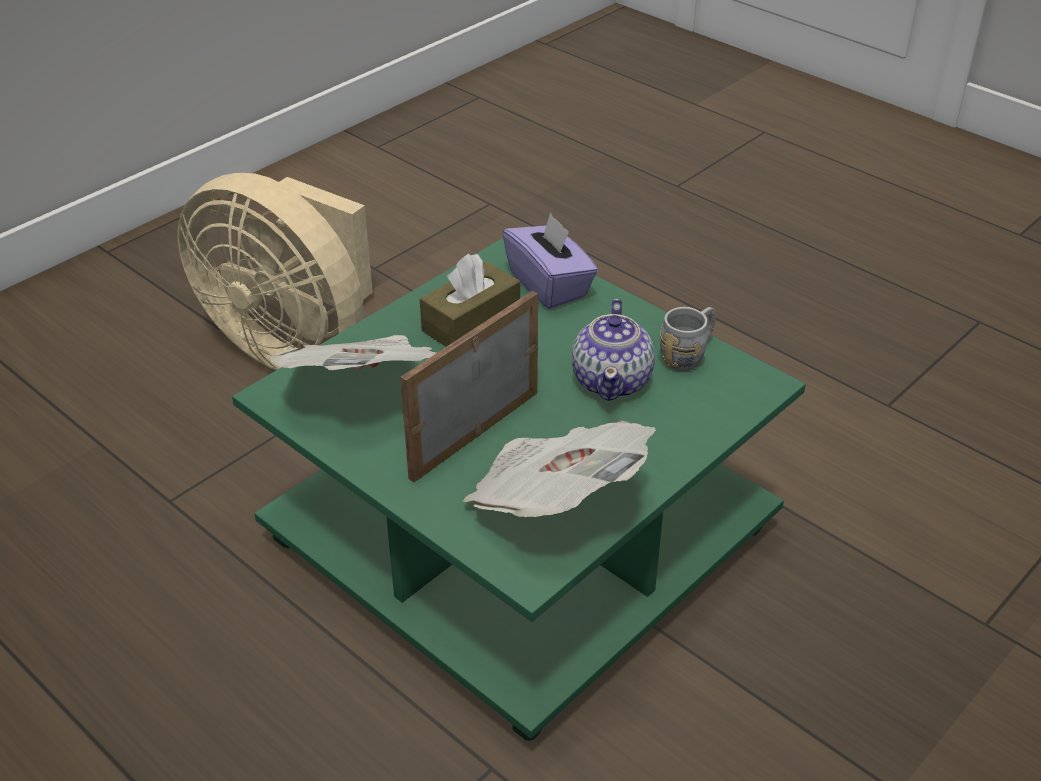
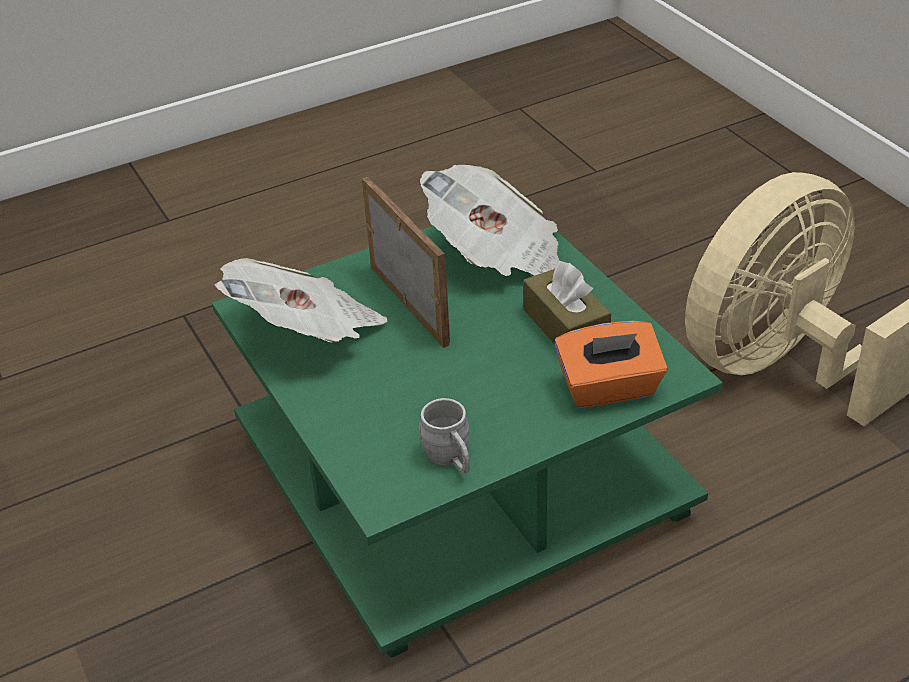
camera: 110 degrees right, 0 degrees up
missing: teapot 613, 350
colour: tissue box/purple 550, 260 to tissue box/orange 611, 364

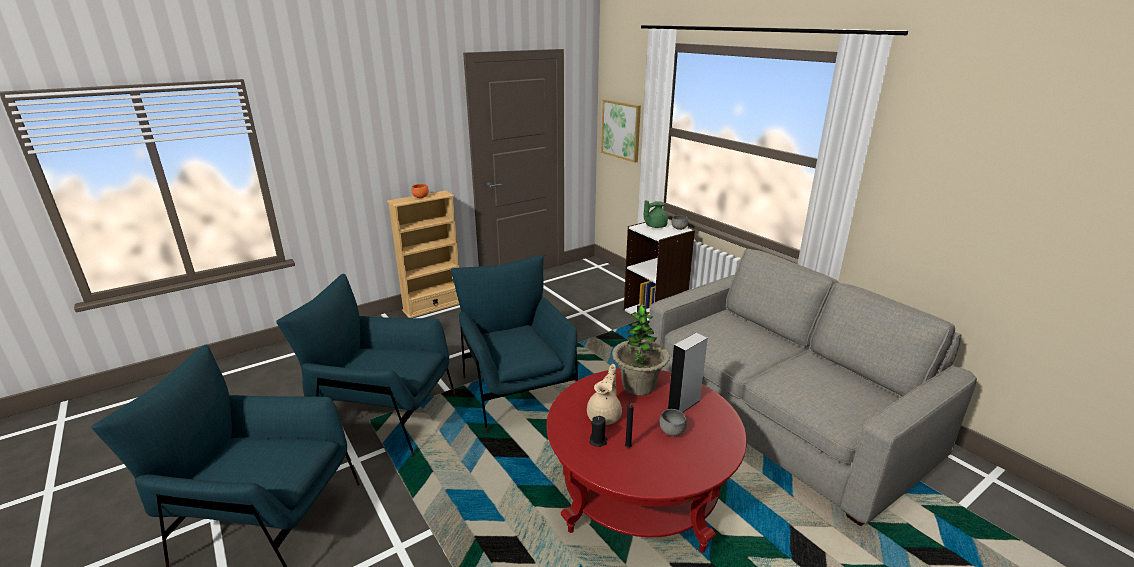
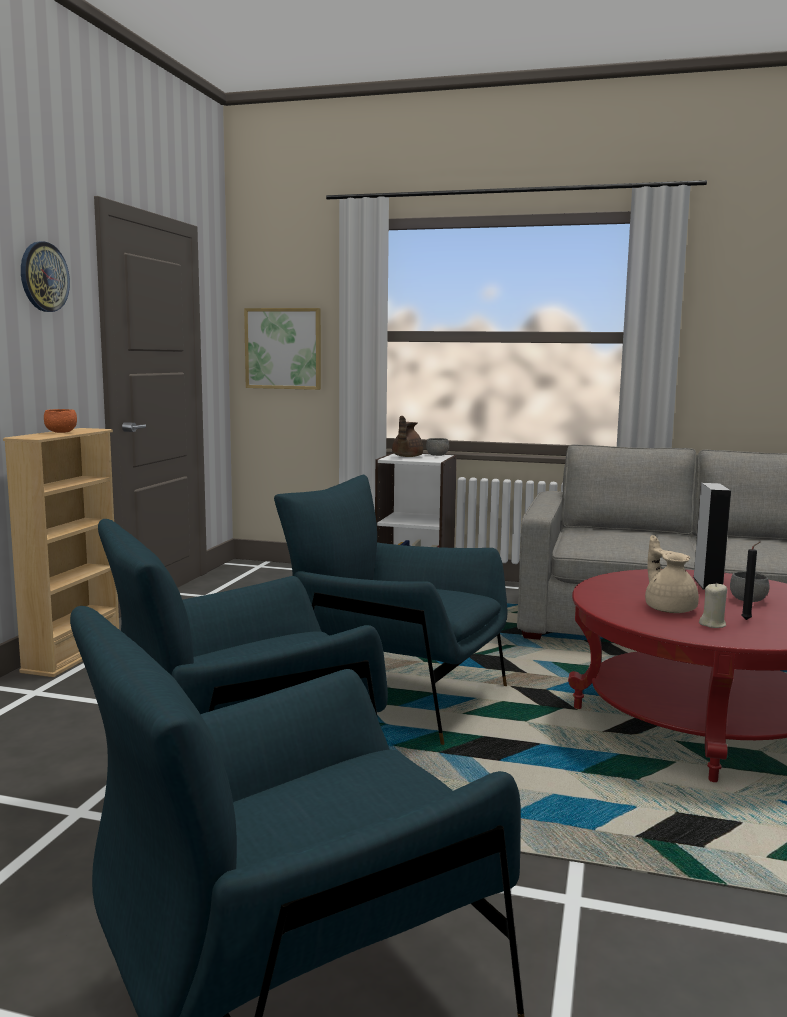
camera: 40 degrees left, 15 degrees down
missing: potted plant 641, 350
appeared: wall clock 45, 276
colour: teapot/green 656, 214 to teapot/brown 407, 436; candle/black 598, 431 to candle/beige 713, 605

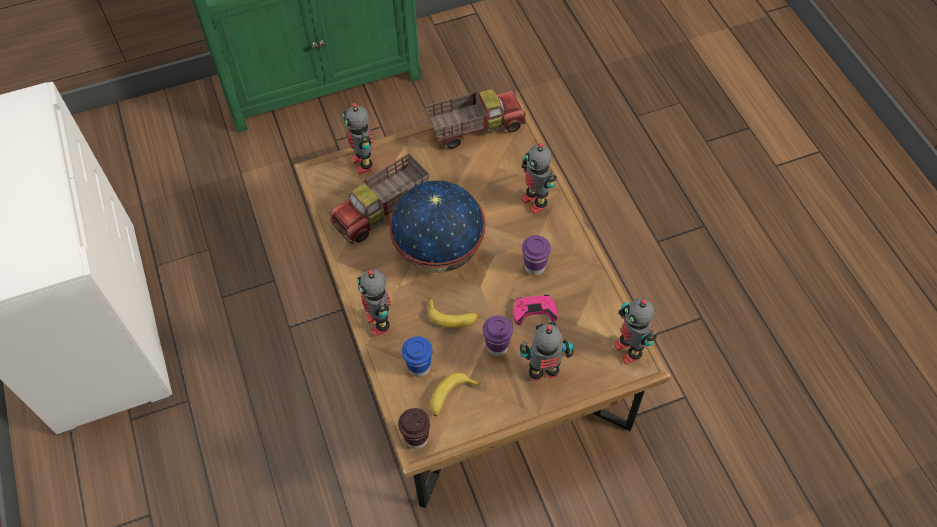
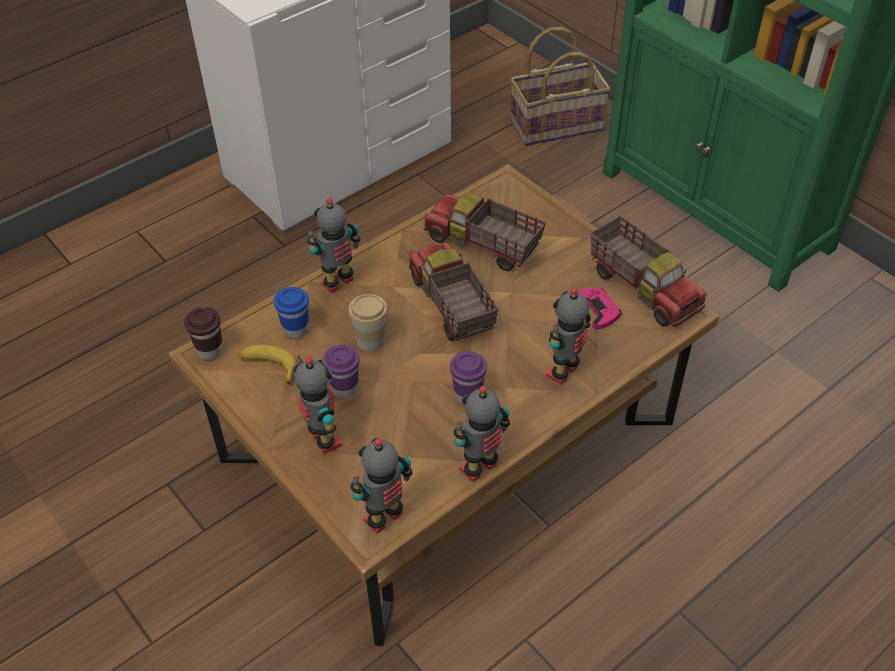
camera: 70 degrees right, 10 degrees down
appeared: basket 560, 86
relocated: toy robot 358, 139 to 482, 434; game controller/pink 536, 310 to 600, 308
exchanged: banana 454, 313 to cup 368, 322; globe 437, 227 to toy truck 453, 291

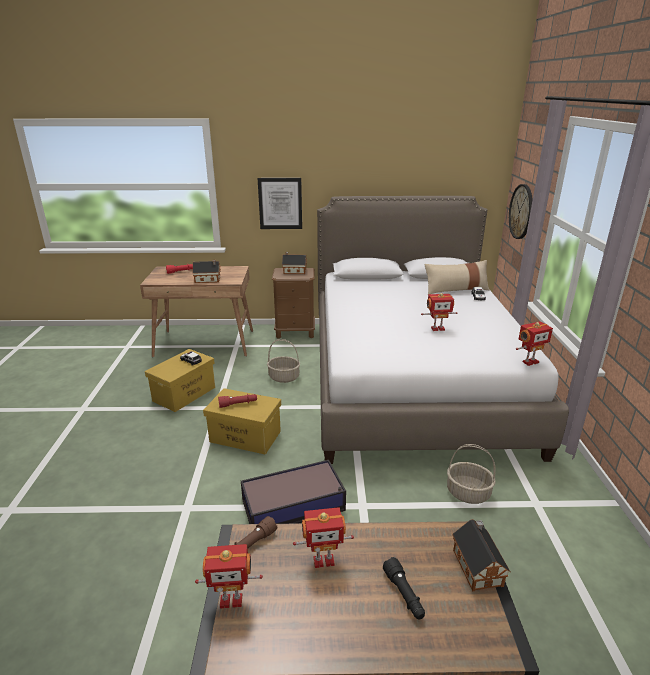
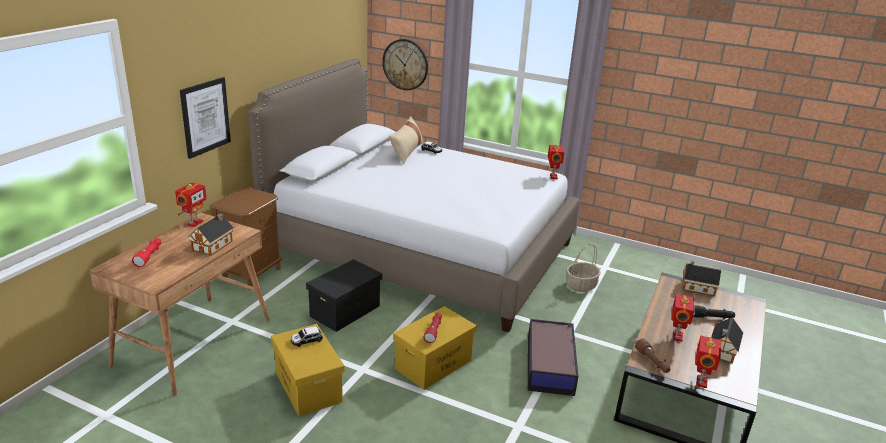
camera: 65 degrees left, 0 degrees up
relocated: toy robot 439, 312 to 191, 205; toy house 294, 263 to 727, 341
exchanged: basket 283, 361 to storage box/black 344, 295

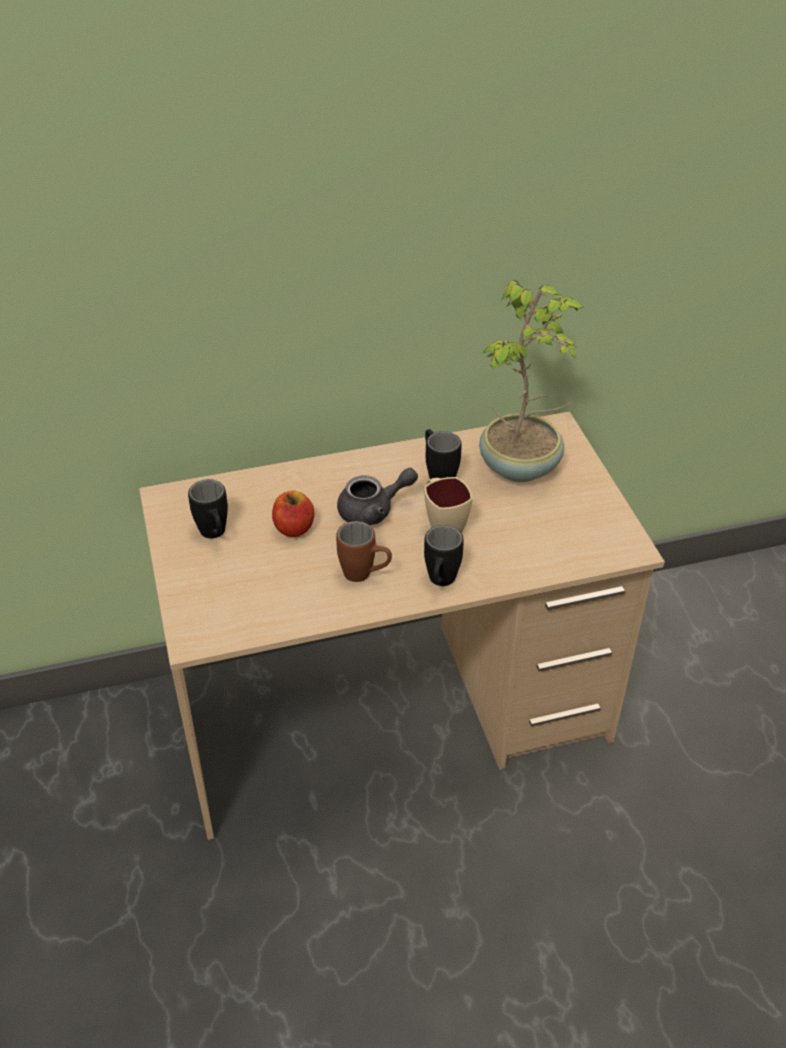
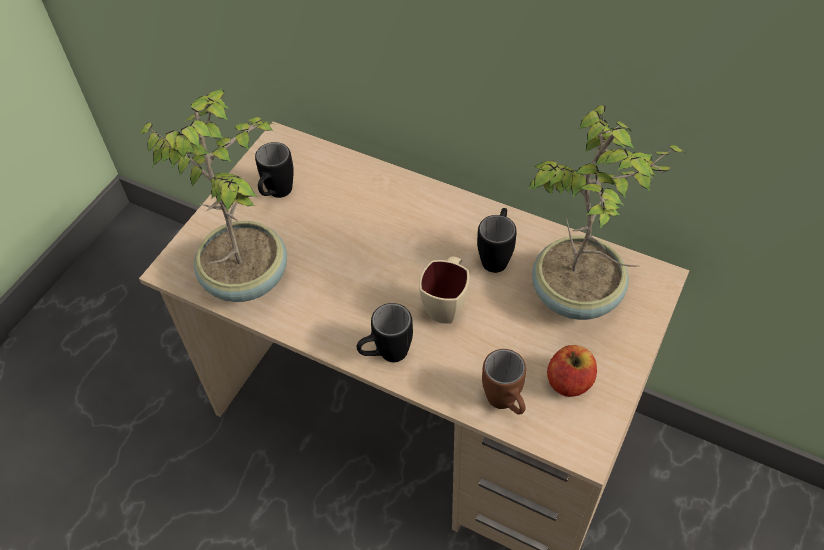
camera: 45 degrees right, 10 degrees up
missing: teapot/grey 377, 496
appeared: potted plant 213, 195
relocated: mug/brown 364, 551 to 504, 382; apple 293, 513 to 572, 371

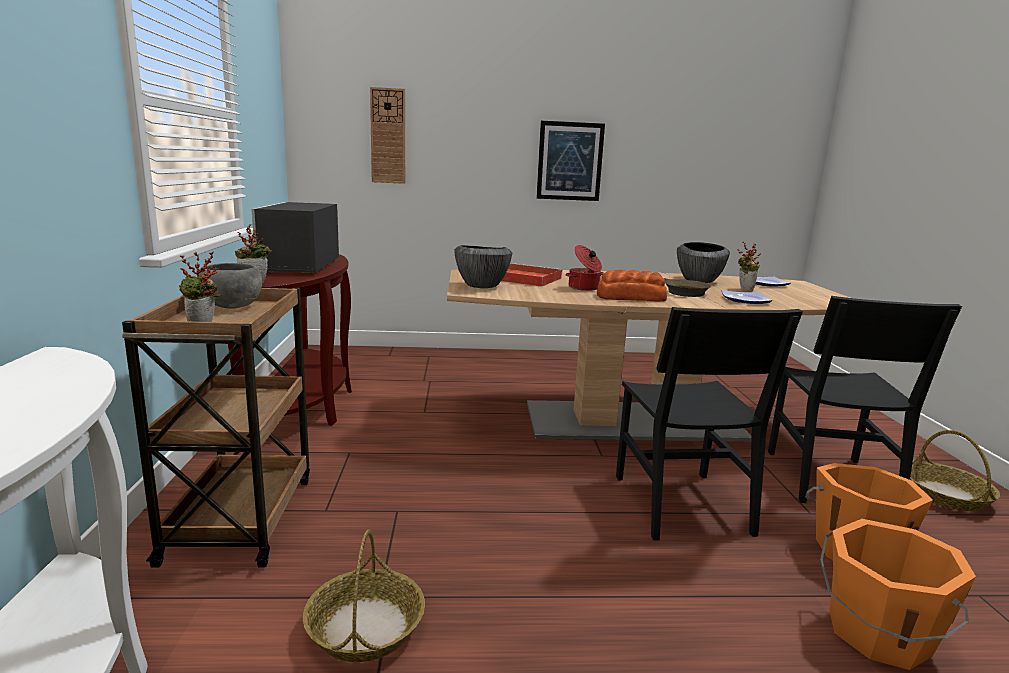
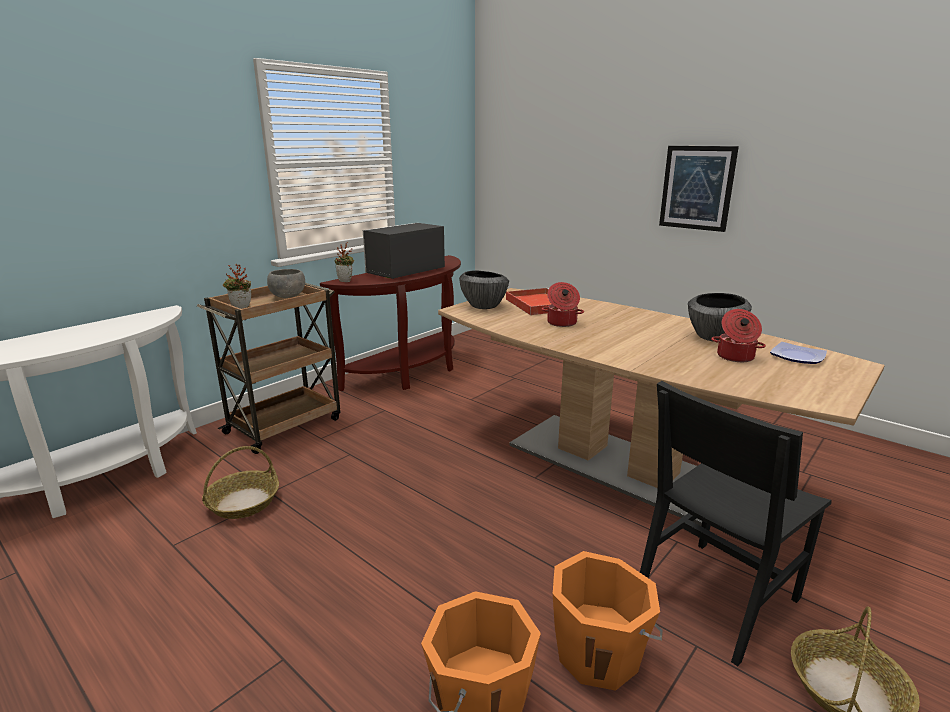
camera: 45 degrees right, 5 degrees up
missing: wall clock 387, 135; bread 632, 285; chair/black 709, 424; frying pan/brown 687, 287; plate 747, 297
exchanged: potted plant 749, 266 to cooking pot 738, 335

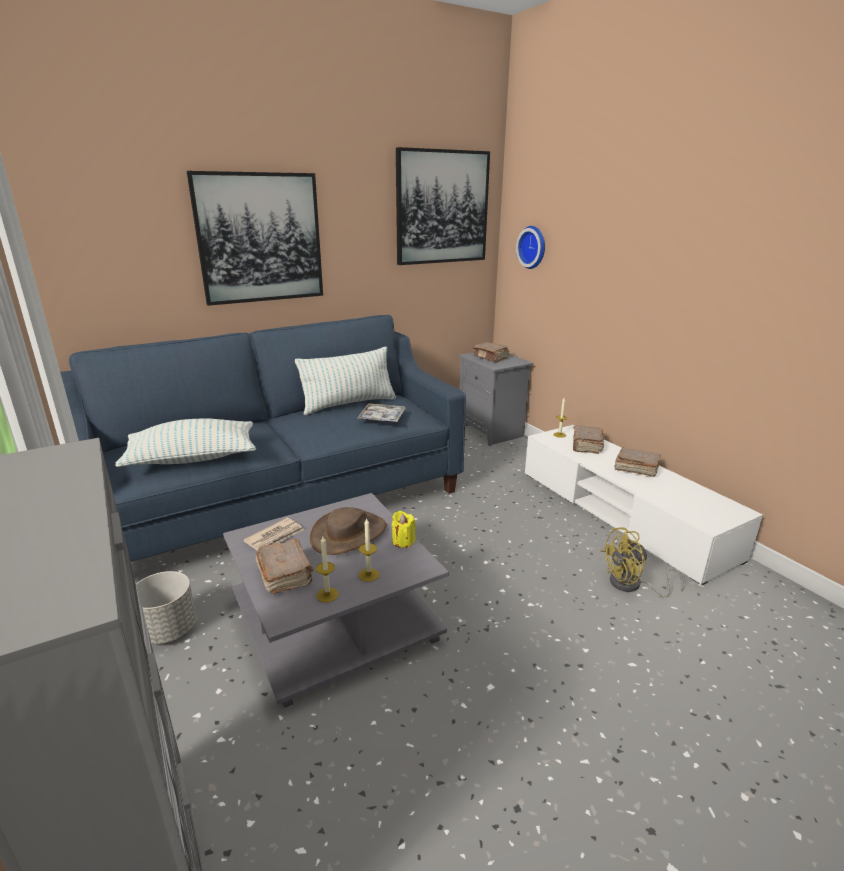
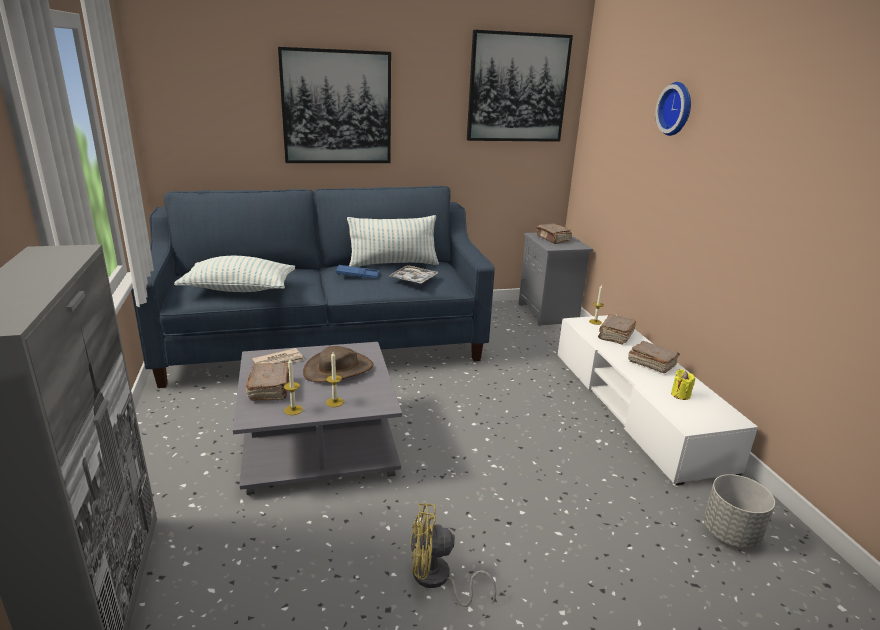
camera: 15 degrees right, 0 degrees up
appeared: tray/blue 357, 272
relocated: fan/yellow 642, 562 to 453, 555; wall clock 530, 247 to 673, 109; candle/yellow 404, 529 to 683, 384; planter/grey 166, 607 to 739, 511

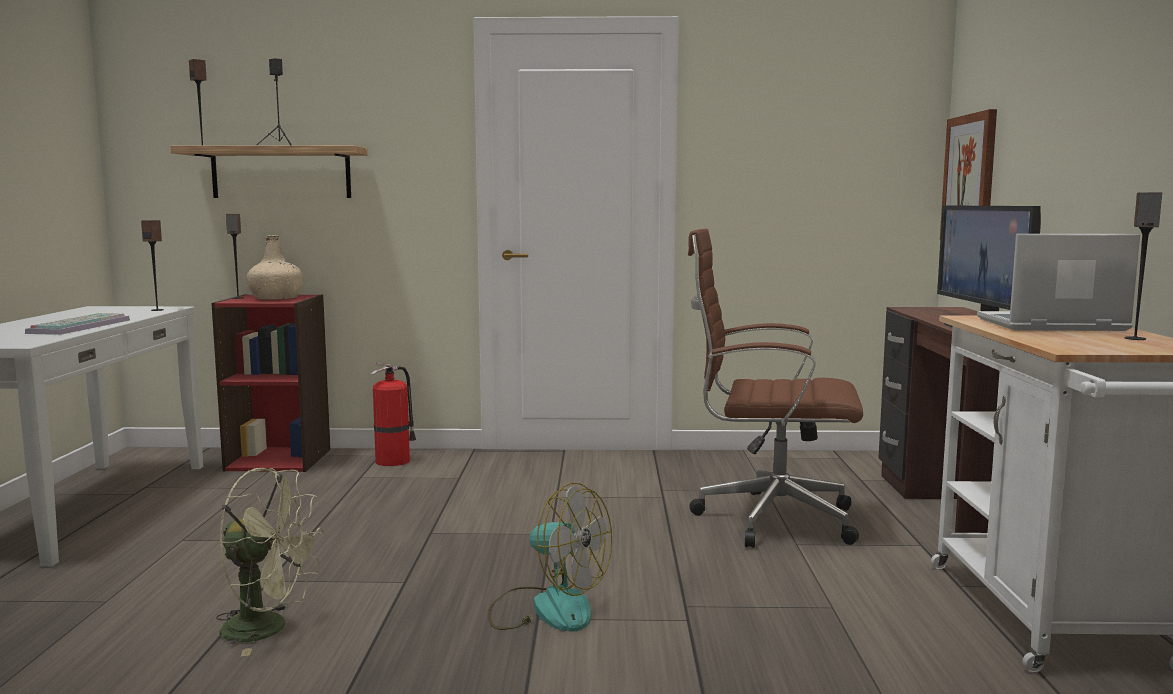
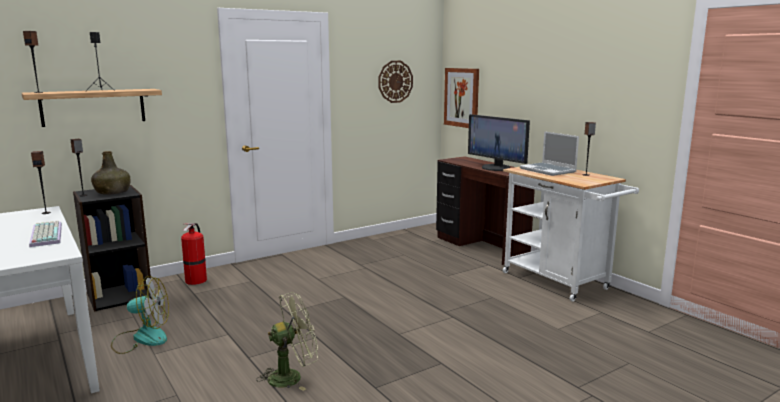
camera: 35 degrees left, 5 degrees up
missing: office chair/brown 775, 388
appeared: wall clock 396, 82
relocated: fan 549, 557 to 140, 315
colour: bookcase/red 271, 383 to bookcase/black 112, 248; bottle/beige 275, 267 to bottle/green 111, 173
spun: laptop 1058, 282 = 549, 153 90 degrees counterclockwise

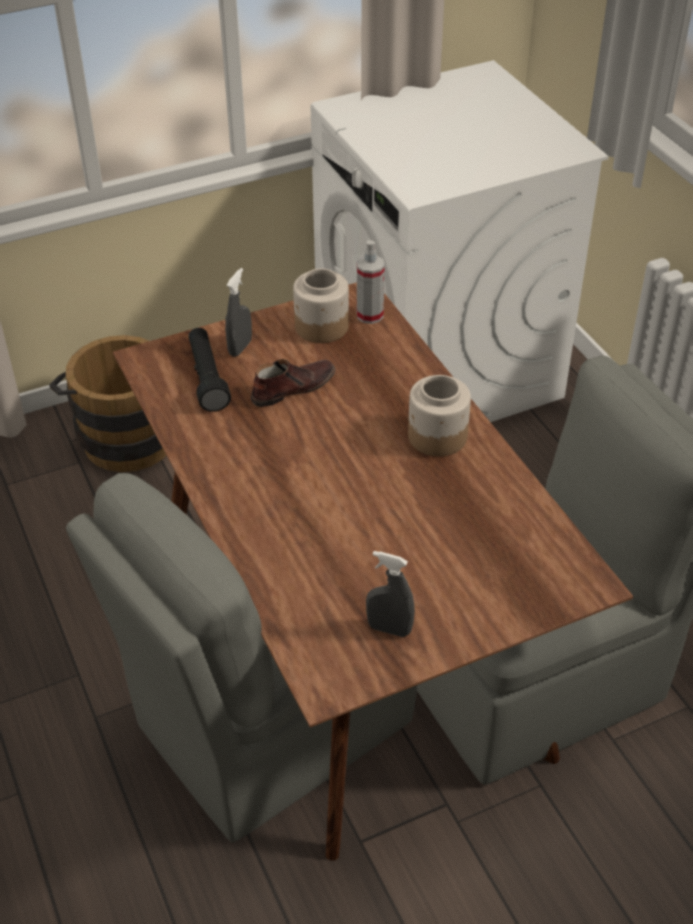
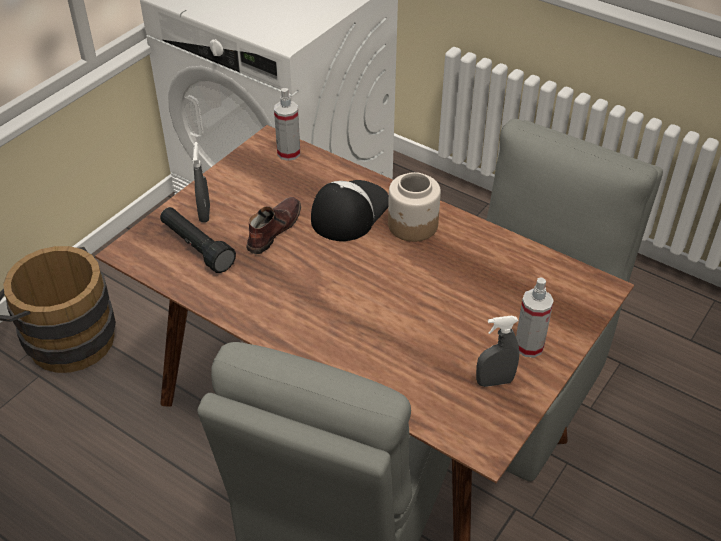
camera: 30 degrees left, 0 degrees up
missing: jar 321, 305
appeared: cap 350, 210; spray bottle 535, 317

